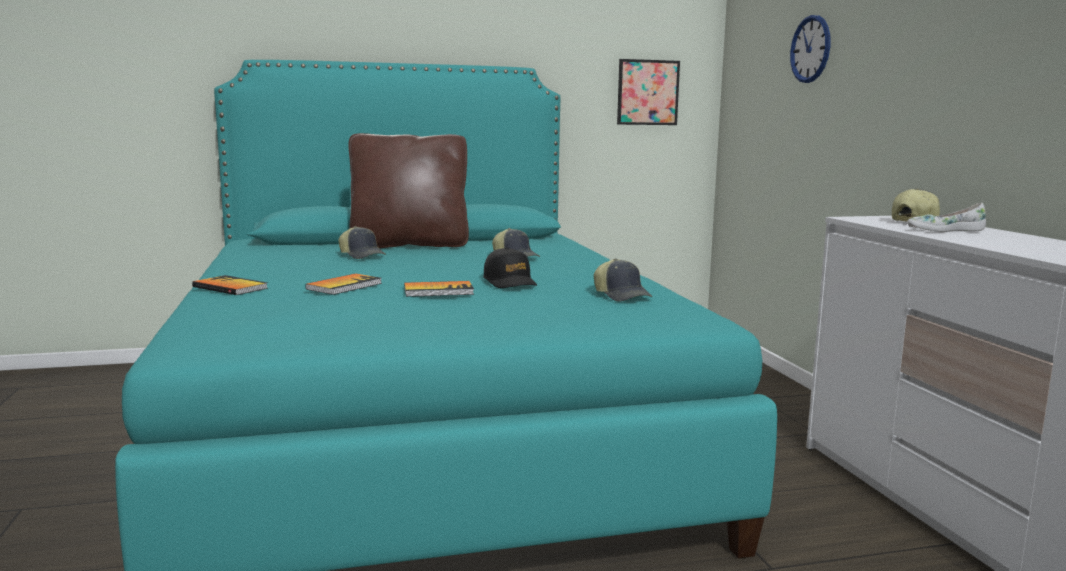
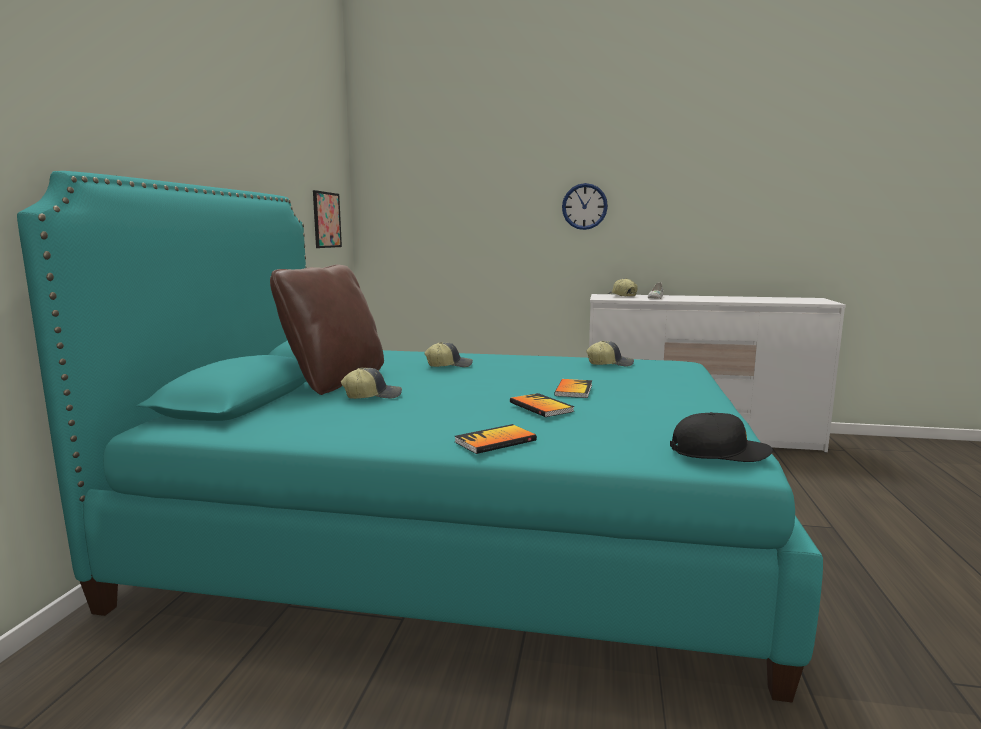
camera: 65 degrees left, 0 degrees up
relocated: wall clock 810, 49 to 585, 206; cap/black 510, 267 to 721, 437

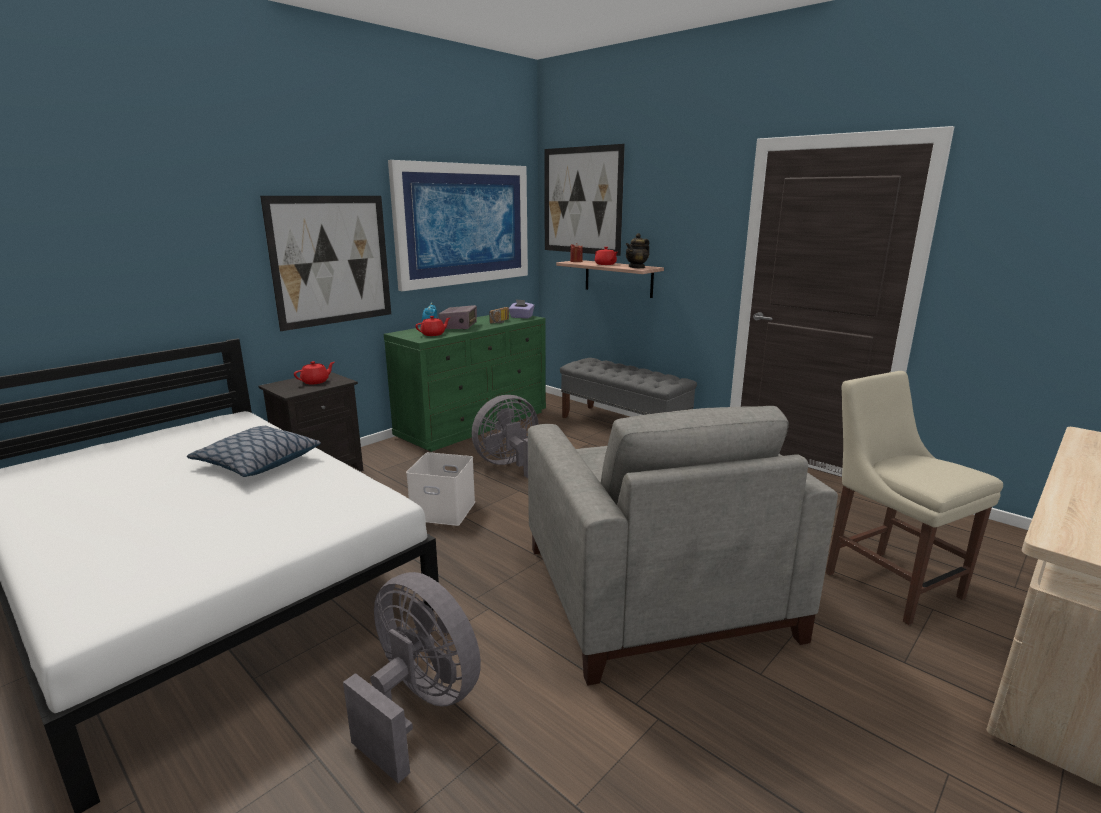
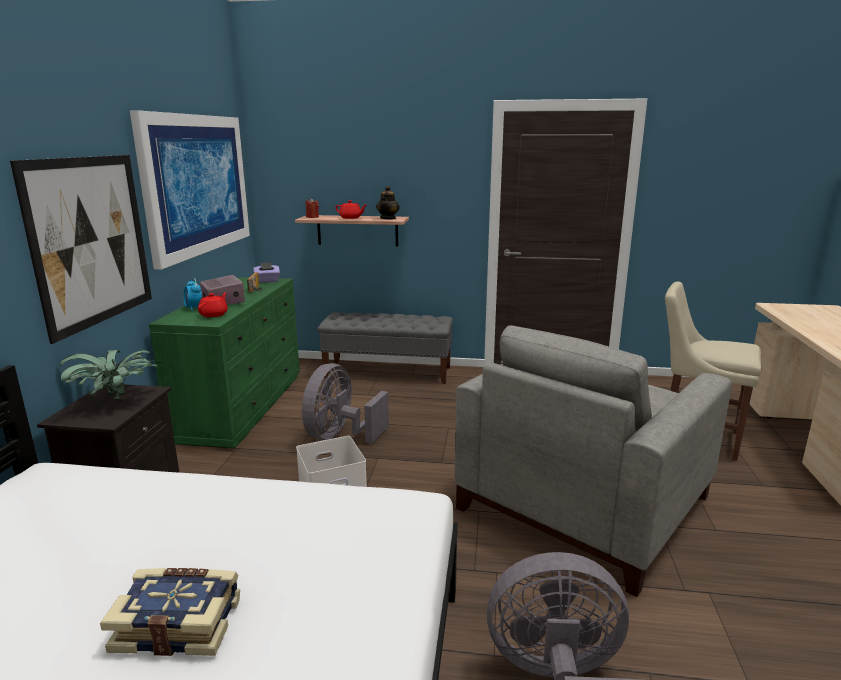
camera: 35 degrees left, 0 degrees up
missing: pillow 254, 451; picture 584, 200
appeared: book 170, 612
exchanged: teapot/red 314, 372 to potted plant 110, 375
spun: armchair/grey 683, 546 = 593, 461 90 degrees clockwise

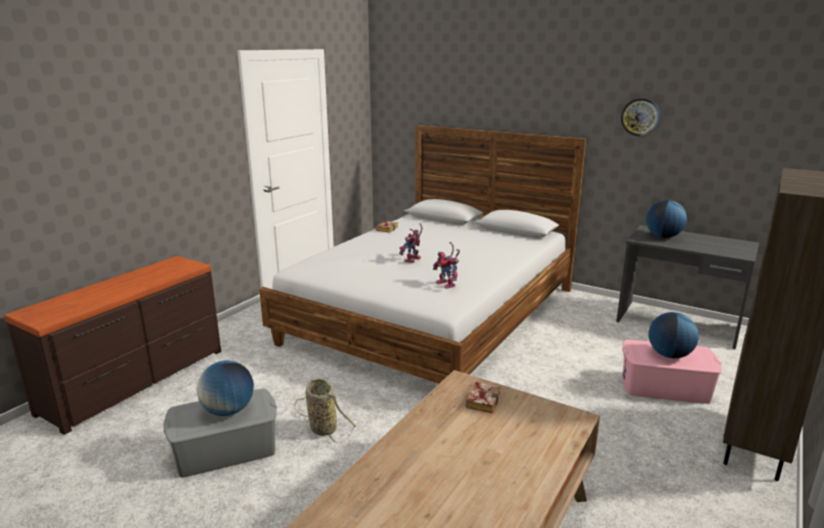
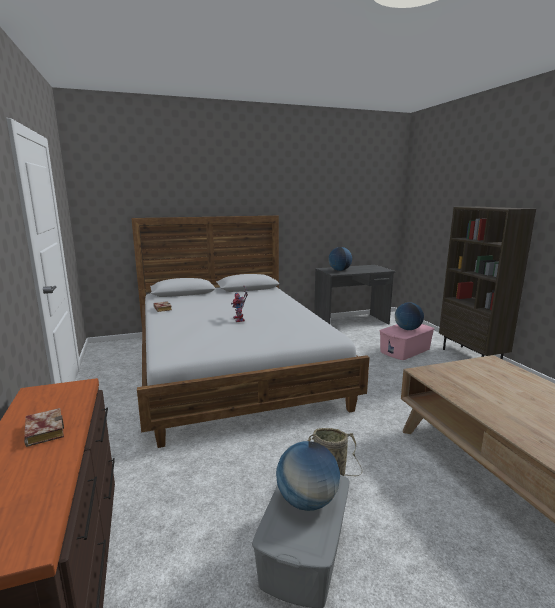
camera: 50 degrees left, 5 degrees down
missing: toy robot 446, 265; wall clock 640, 117
relocated: book 483, 397 to 44, 427

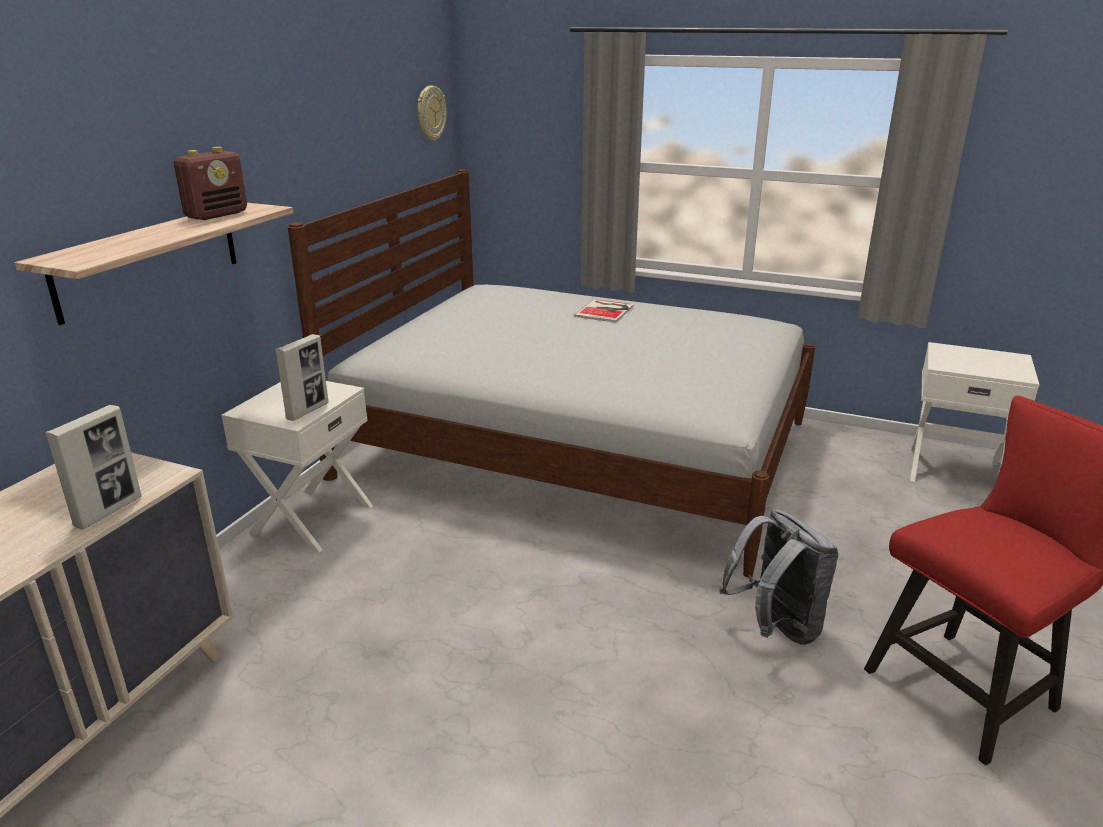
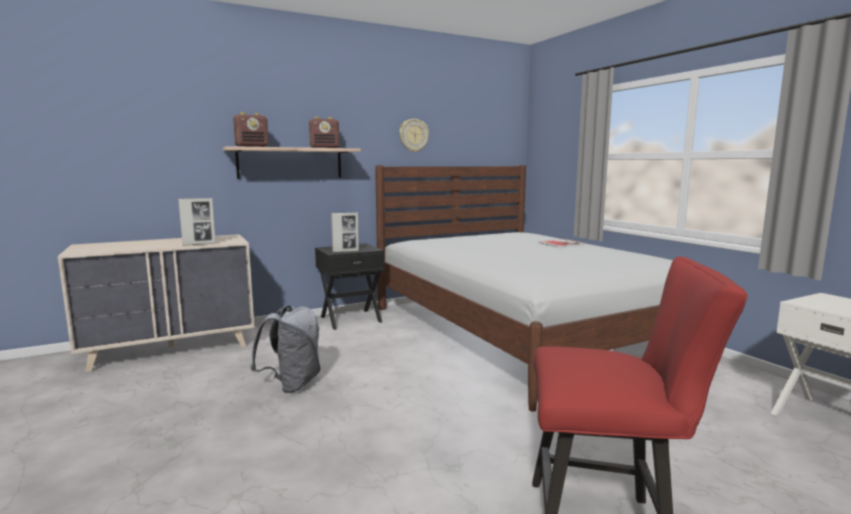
camera: 40 degrees right, 15 degrees down
appeared: radio 251, 129
relocated: backpack/grey 779, 577 to 285, 349; wall clock 432, 113 to 414, 135
colour: nightstand/white 297, 467 to nightstand/black 350, 287

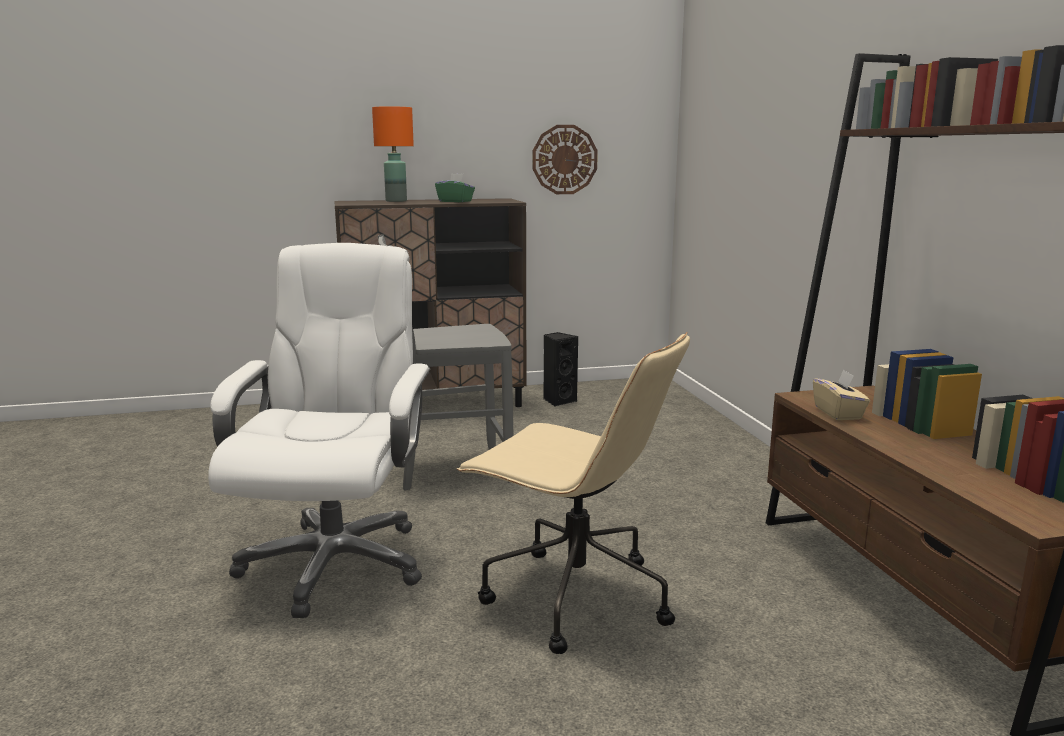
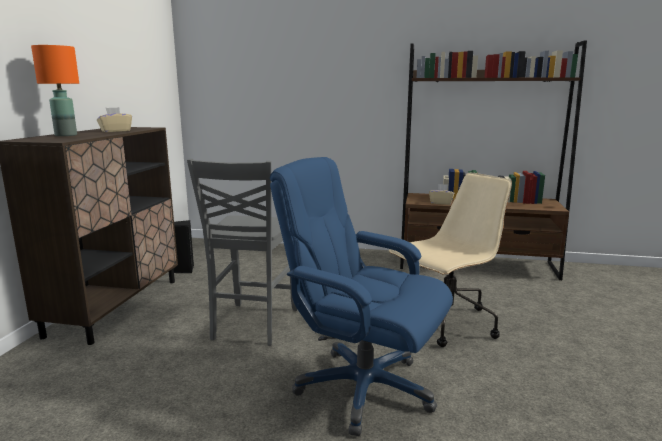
camera: 65 degrees left, 0 degrees up
missing: wall clock 565, 159
colour: tissue box/green 455, 188 to tissue box/beige 114, 119; office chair/white 319, 430 to office chair/blue 361, 296

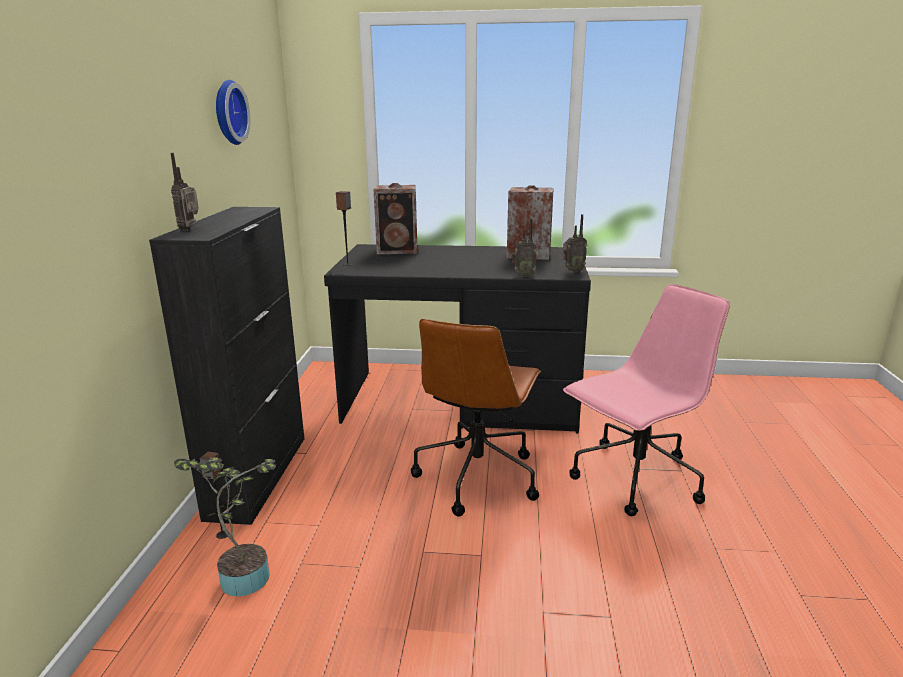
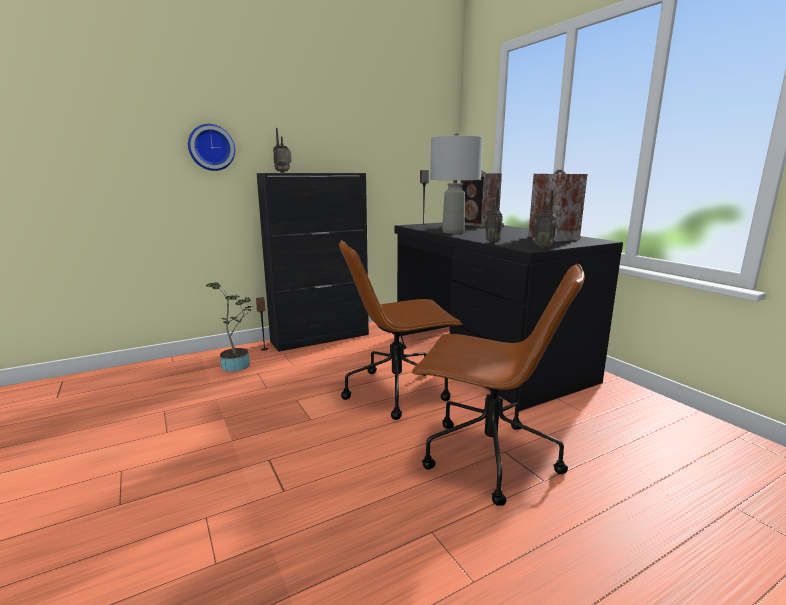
camera: 55 degrees right, 5 degrees down
appeared: table lamp/grey 456, 183
relocated: wall clock 233, 112 to 211, 147
colour: office chair/pink 646, 400 to office chair/brown 498, 385

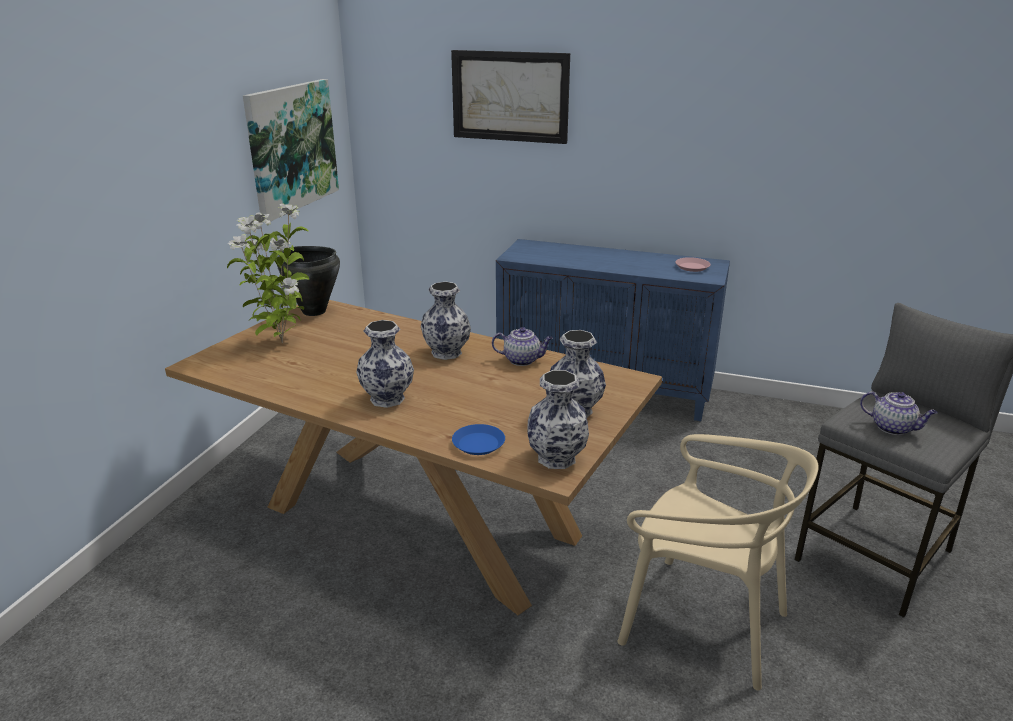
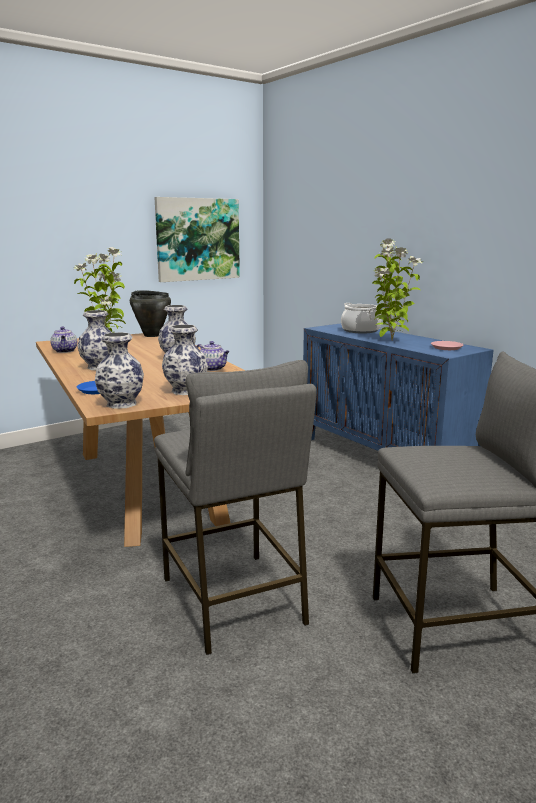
camera: 35 degrees right, 10 degrees down
missing: picture 510, 97
appeared: cooking pot 361, 318; potted plant 397, 289
relocated: teapot 899, 413 to 63, 340
exchanged: chair/beige 718, 562 to stool/grey 235, 507

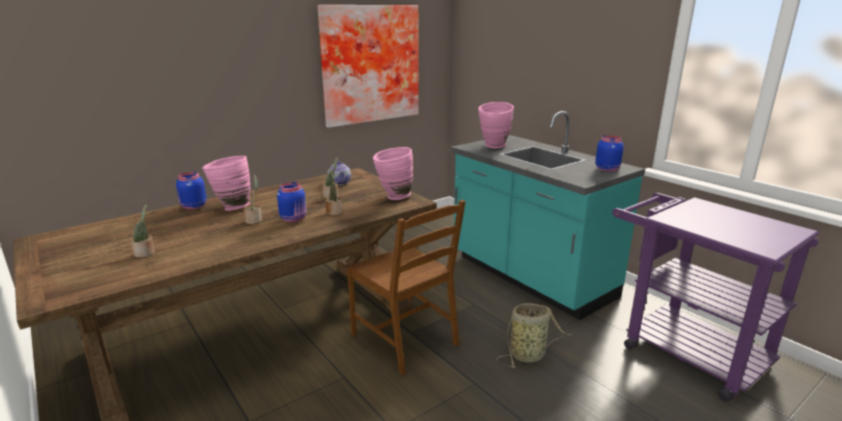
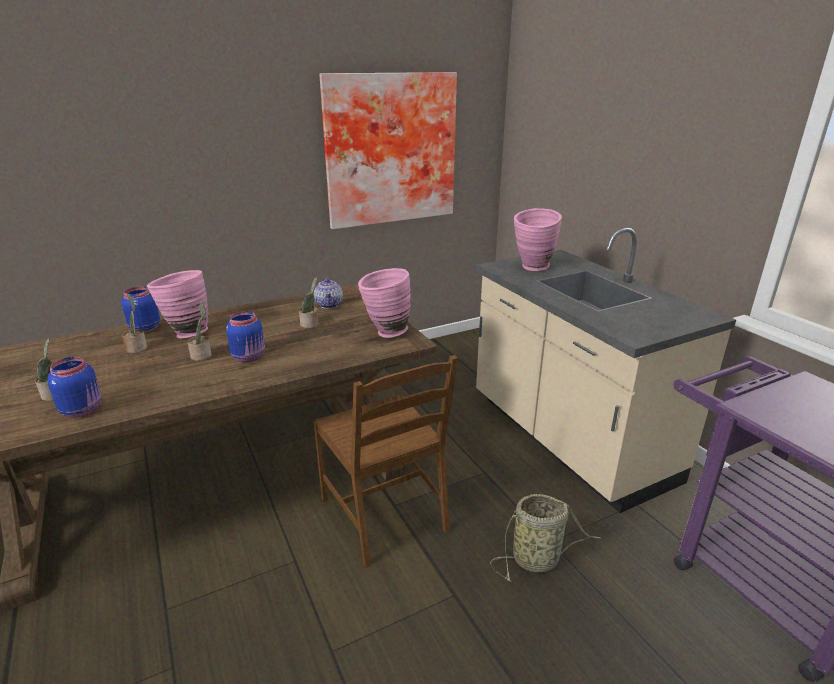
camera: 10 degrees right, 5 degrees up
relocated: jar/blue 609, 153 to 74, 387; potted plant 333, 191 to 134, 323
colour: counter/turquoise 548, 215 to counter/beige 606, 370

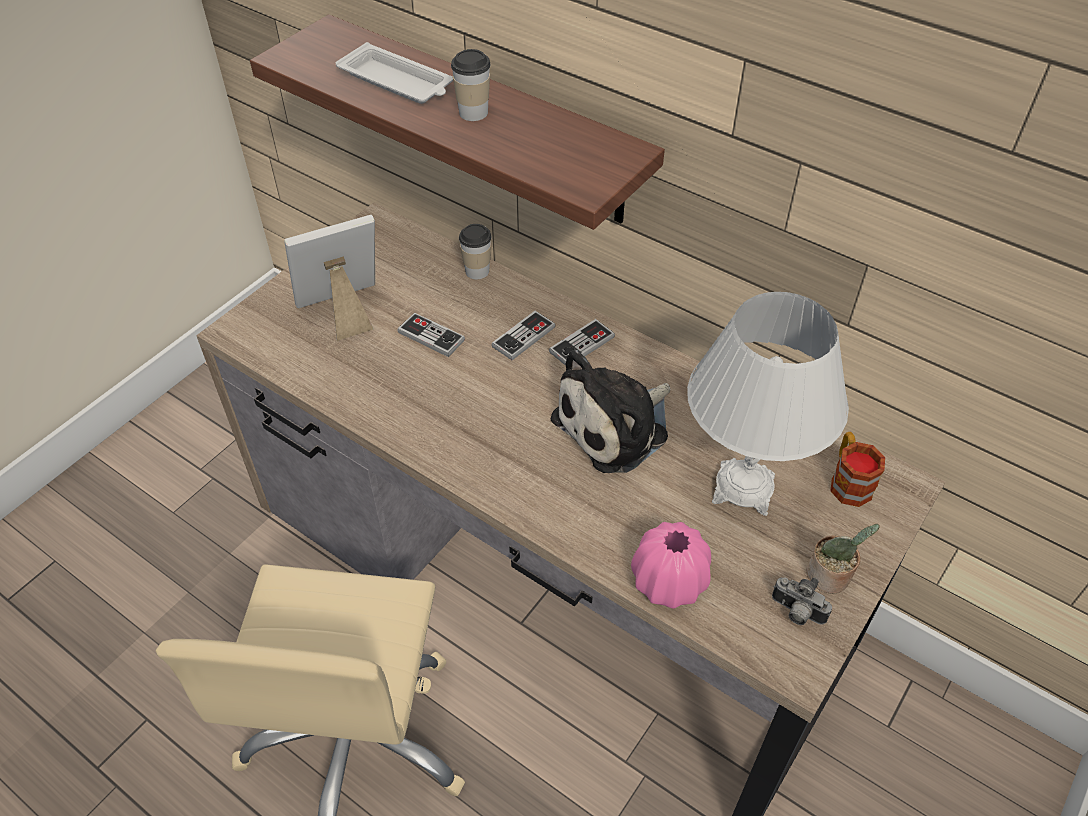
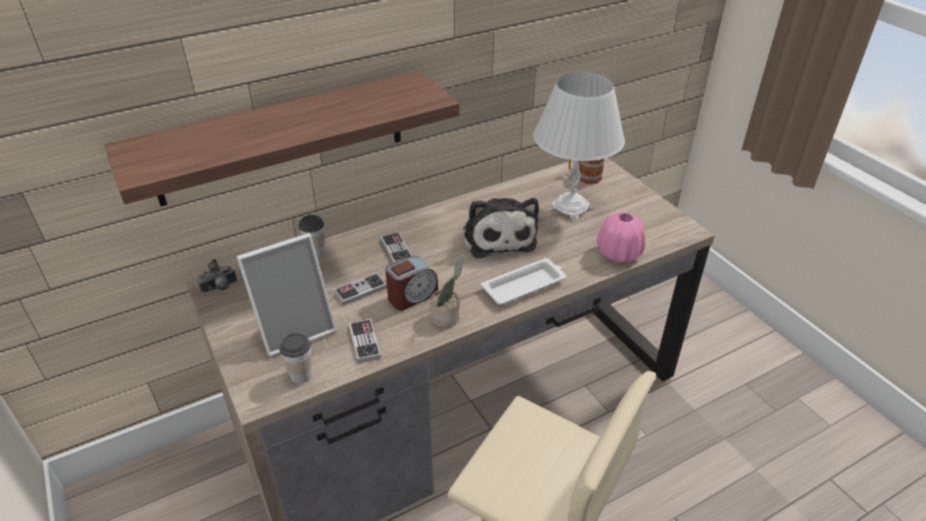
camera: 65 degrees left, 10 degrees down
appeared: alarm clock 411, 283
relocated: photo camera 802, 601 to 217, 276; cup 471, 85 to 295, 358; game controller 582, 342 to 365, 340; potted plant 843, 559 to 447, 290; tray/white 394, 73 to 523, 281
spun: picture frame 329, 278 = 287, 295 120 degrees counterclockwise

